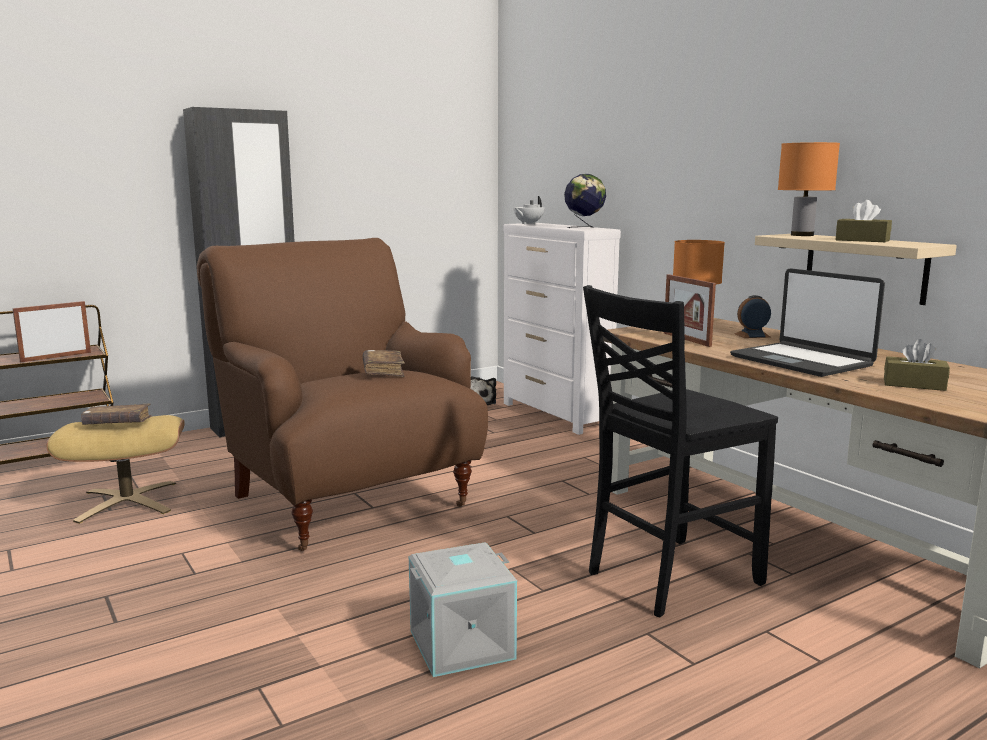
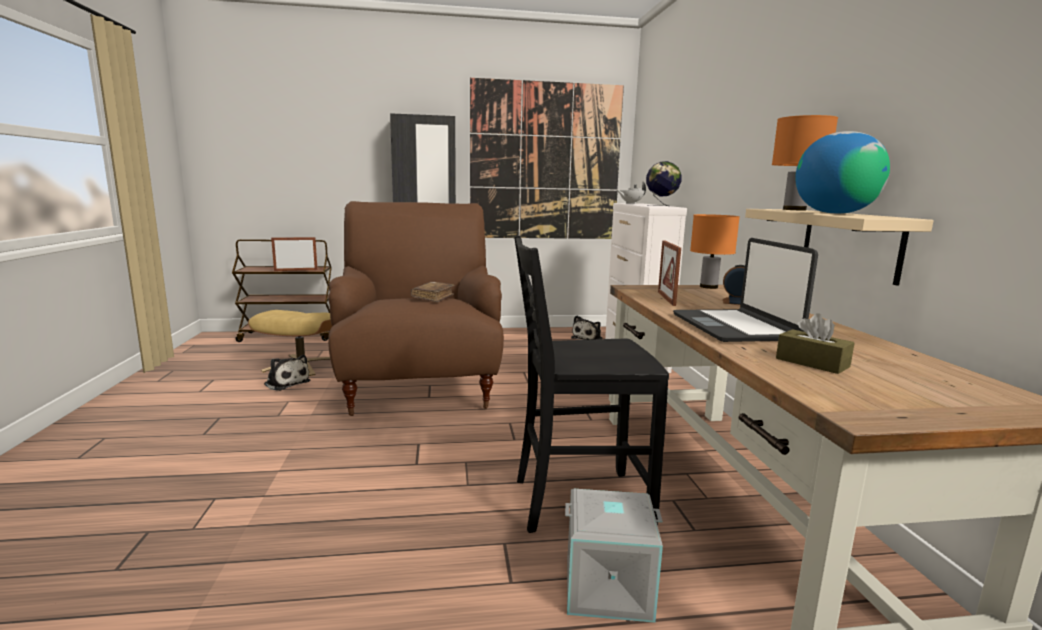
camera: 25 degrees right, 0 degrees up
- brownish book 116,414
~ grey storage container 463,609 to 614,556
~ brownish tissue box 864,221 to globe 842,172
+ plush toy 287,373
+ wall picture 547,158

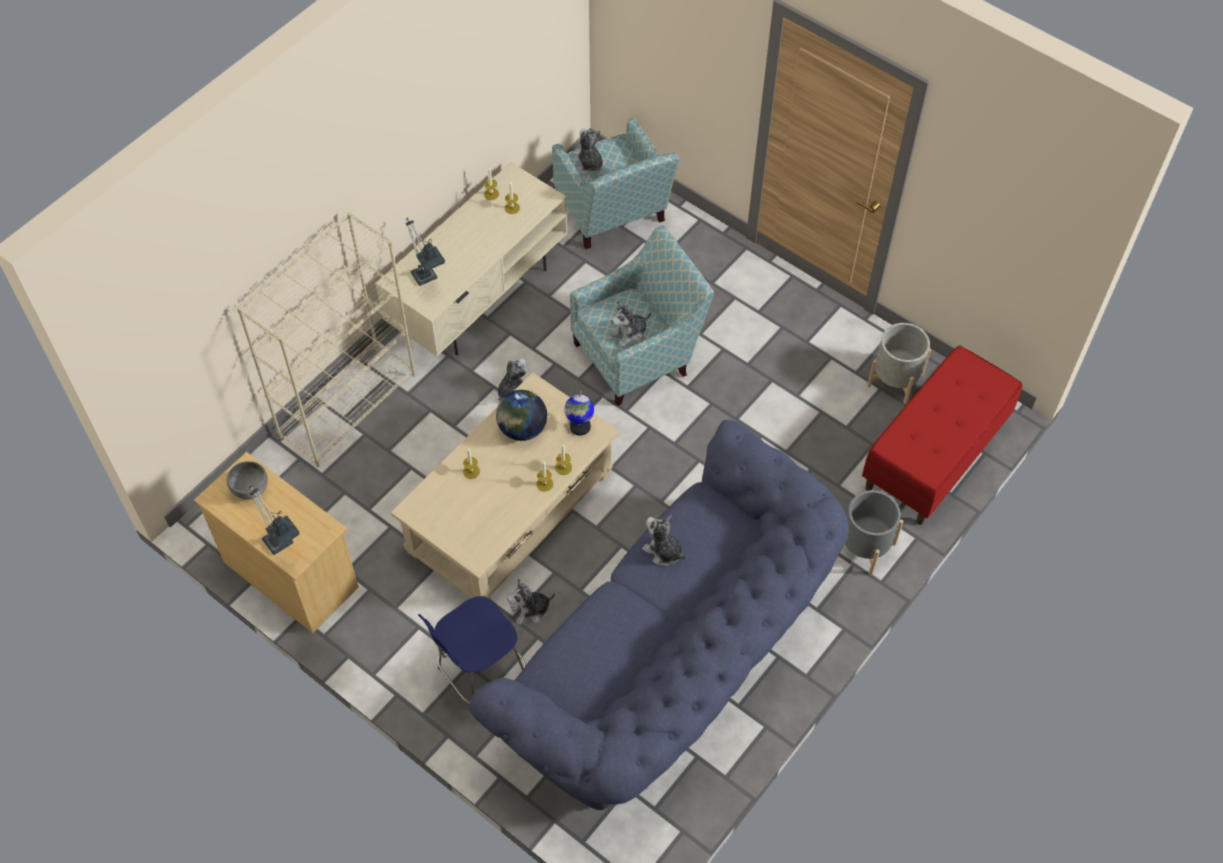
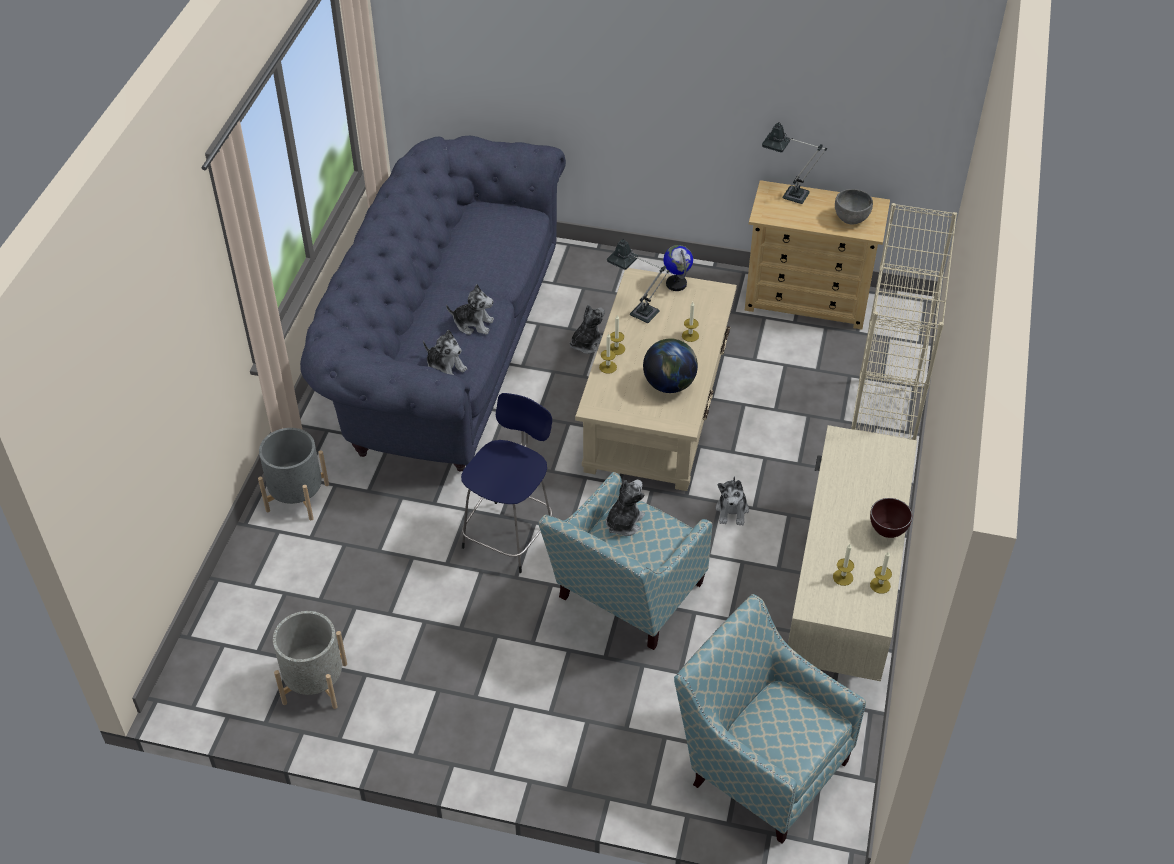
camera: 155 degrees right, 10 degrees down
~ tabletop lamp 425,252 to 638,281
~ blue-coloured stool 472,649 to 506,483
~ globe 579,412 to 678,268
~ plush toy 589,152 to 445,352
- red indoor bench 942,435
+ brownish deep dish 891,518

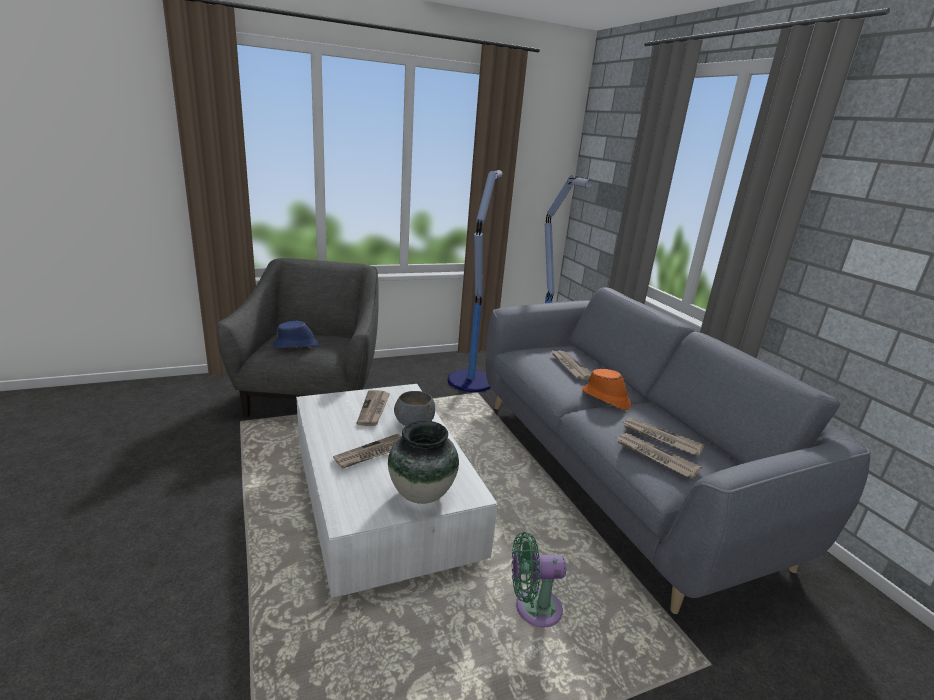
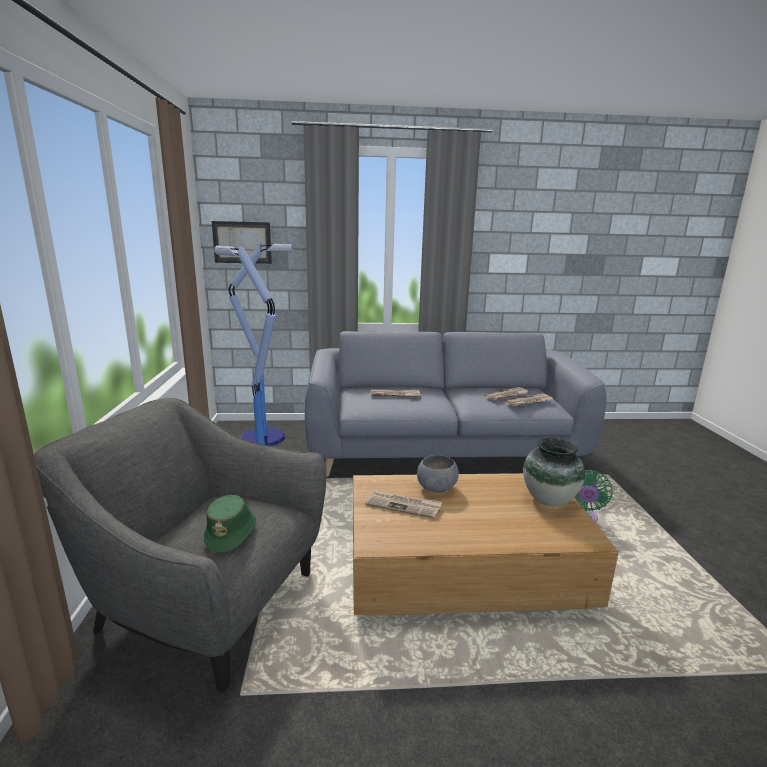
camera: 70 degrees left, 5 degrees down
~ blue-coloured clothing hat 296,334 to green-coloured clothing hat 230,524
~ white coffee table 397,491 to brownish coffee table 486,544
- newspaper 367,451
- orange-coloured clothing hat 606,389
+ wall picture 242,242

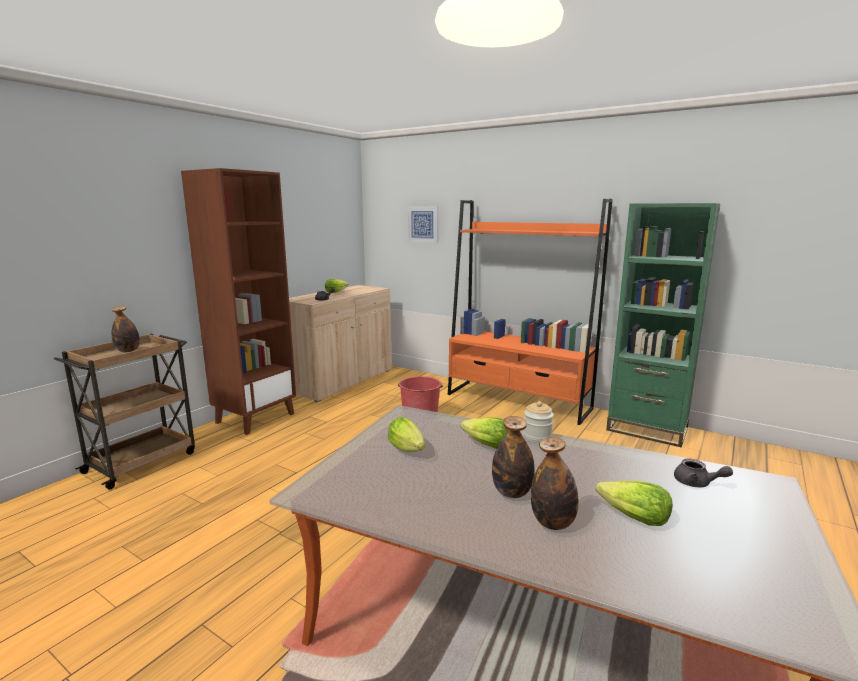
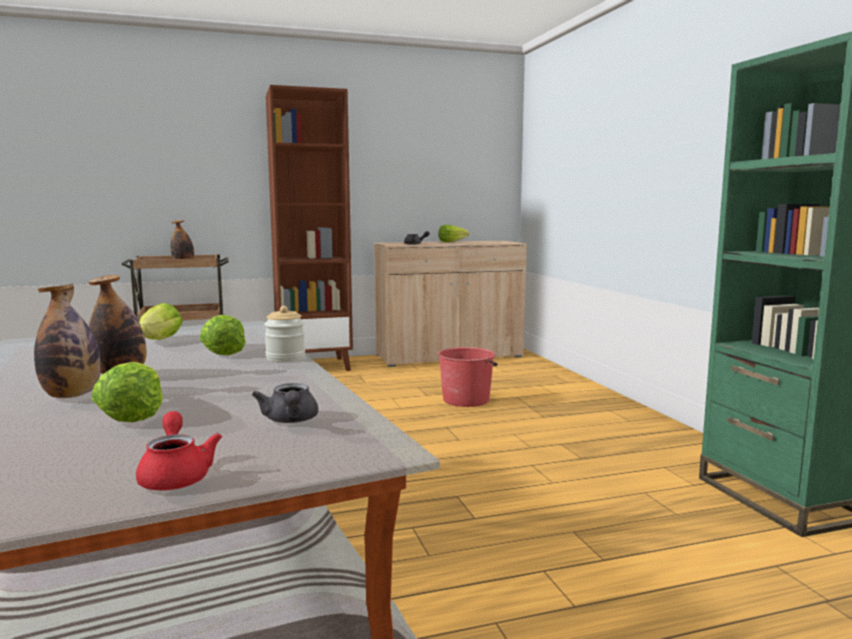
camera: 40 degrees right, 5 degrees down
- wall picture 423,224
- orange-coloured bookshelf 530,312
+ red teapot 179,450

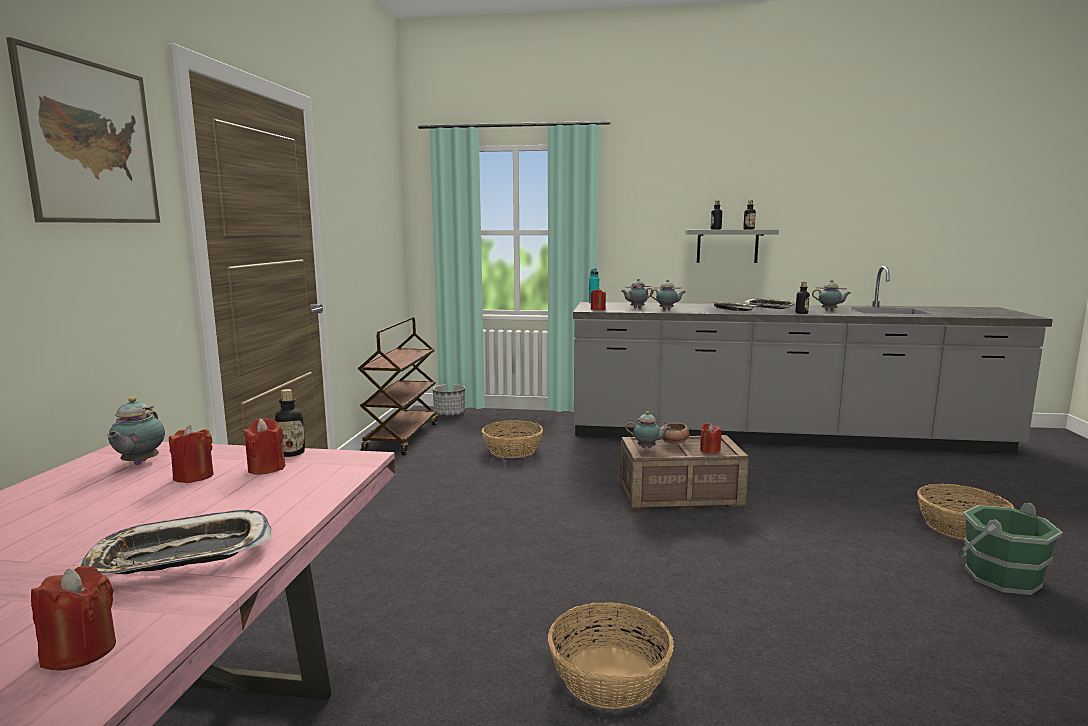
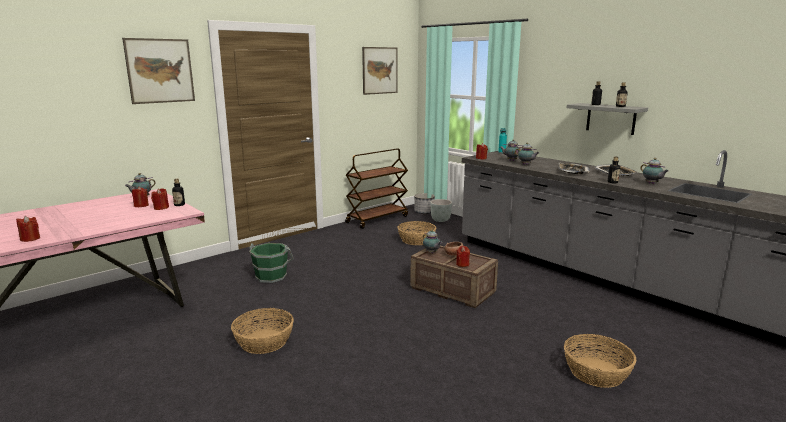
camera: 40 degrees right, 5 degrees up
- carrying tray 176,542
~ green-coloured bucket 1010,548 to 271,263
+ wall picture 380,71
+ grey plant pot 441,210

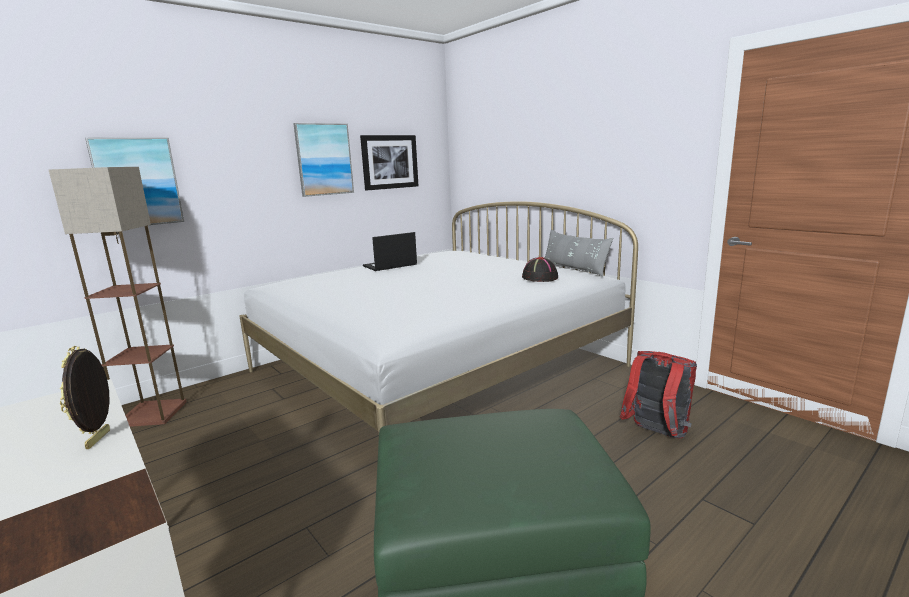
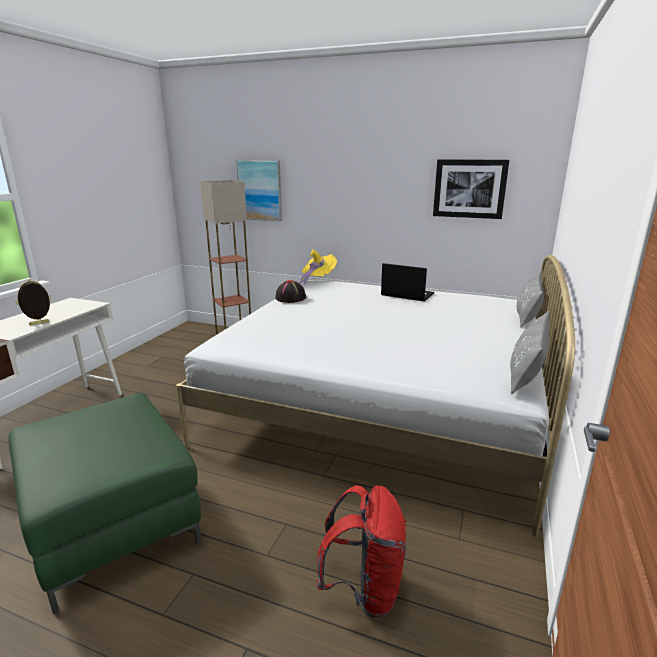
camera: 60 degrees right, 5 degrees up
- wall picture 323,160
~ blackish clothing hat 540,269 to 290,291
+ yellow clothing hat 318,267
+ grey pillow 530,299

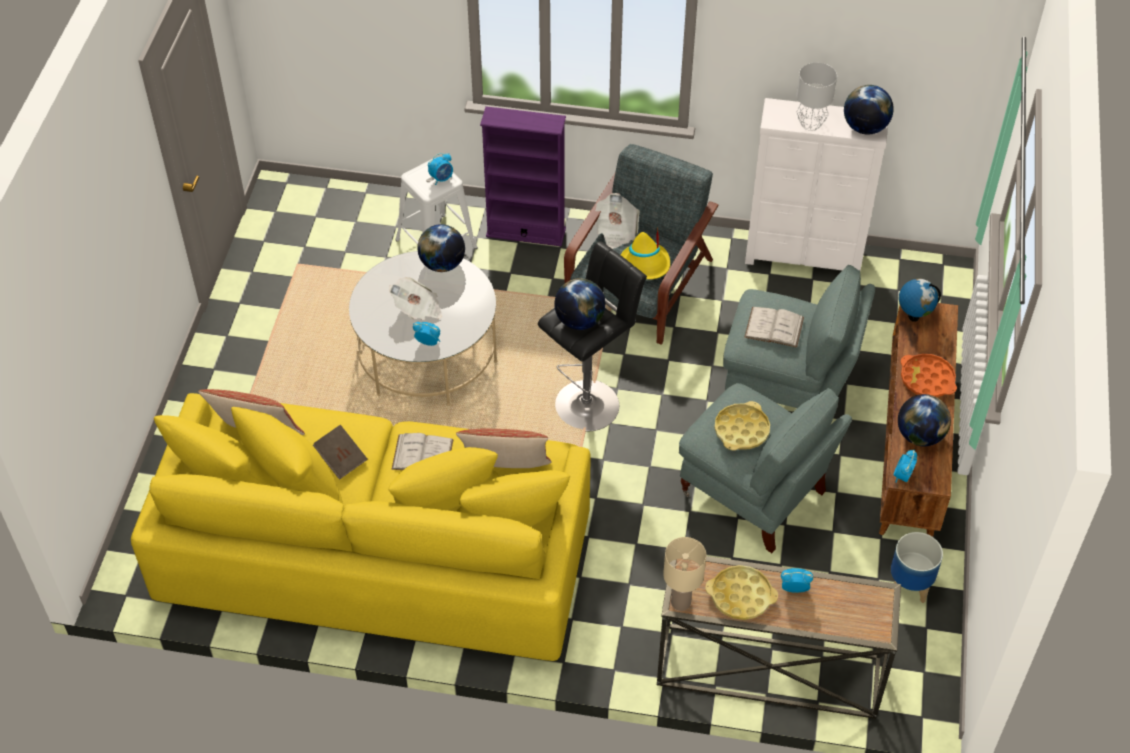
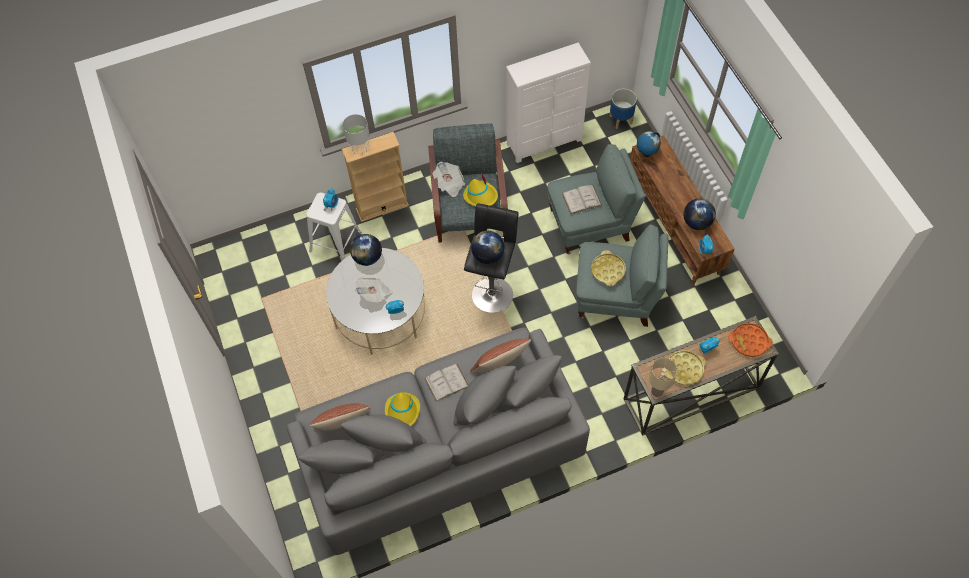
camera: 30 degrees left, 10 degrees up
~ yellow sofa 361,527 to grey sofa 438,441
~ brownish book 340,452 to yellow clothing hat 402,409
~ purple bookshelf 523,176 to beige-coloured bookshelf 375,177
~ grey tabletop lamp 817,96 to 356,135
- globe 869,109
~ plant pot 917,567 to 623,109
~ orange-coloured carrying tray 928,375 to 750,340

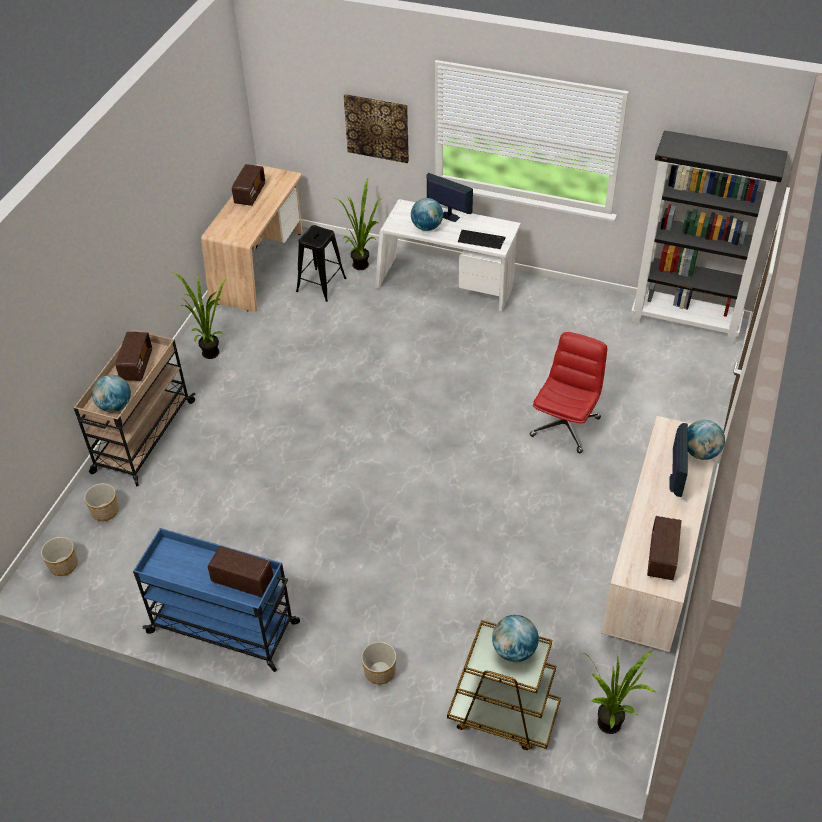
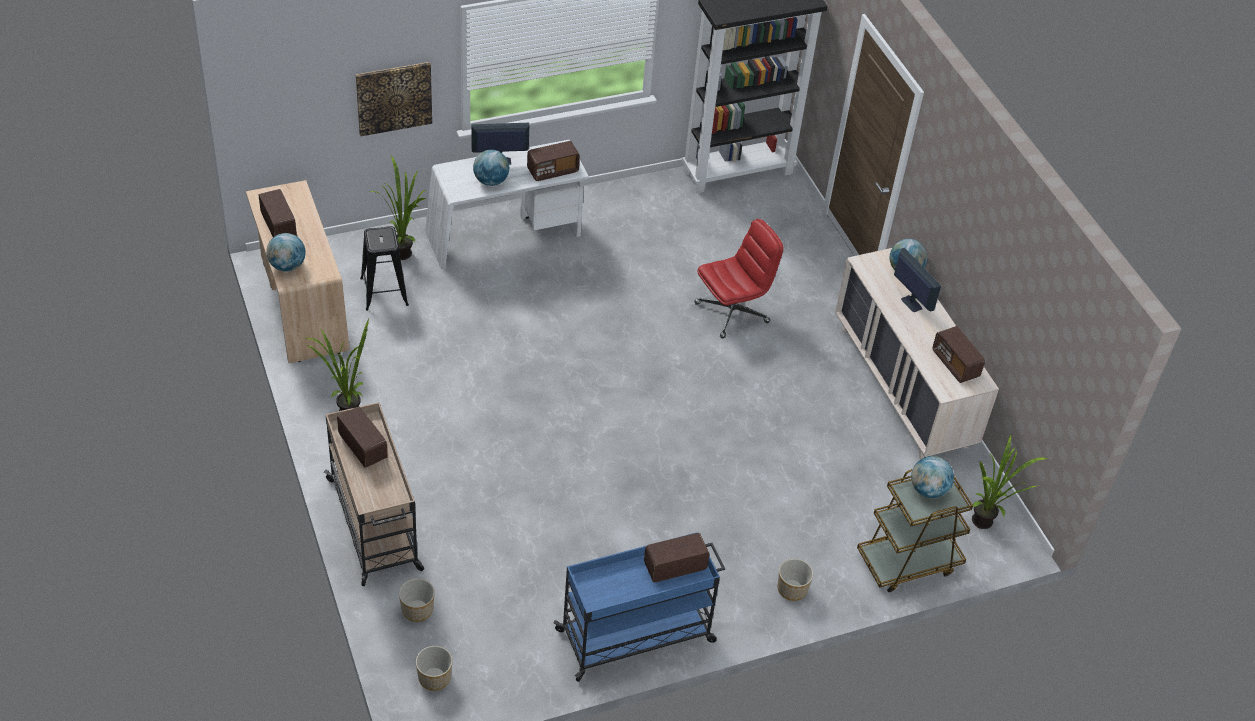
camera: 45 degrees left, 0 degrees up
~ globe 111,393 to 286,252
~ computer keyboard 482,239 to radio set 553,161
~ red computer chair 568,392 = 739,278 75 degrees clockwise

